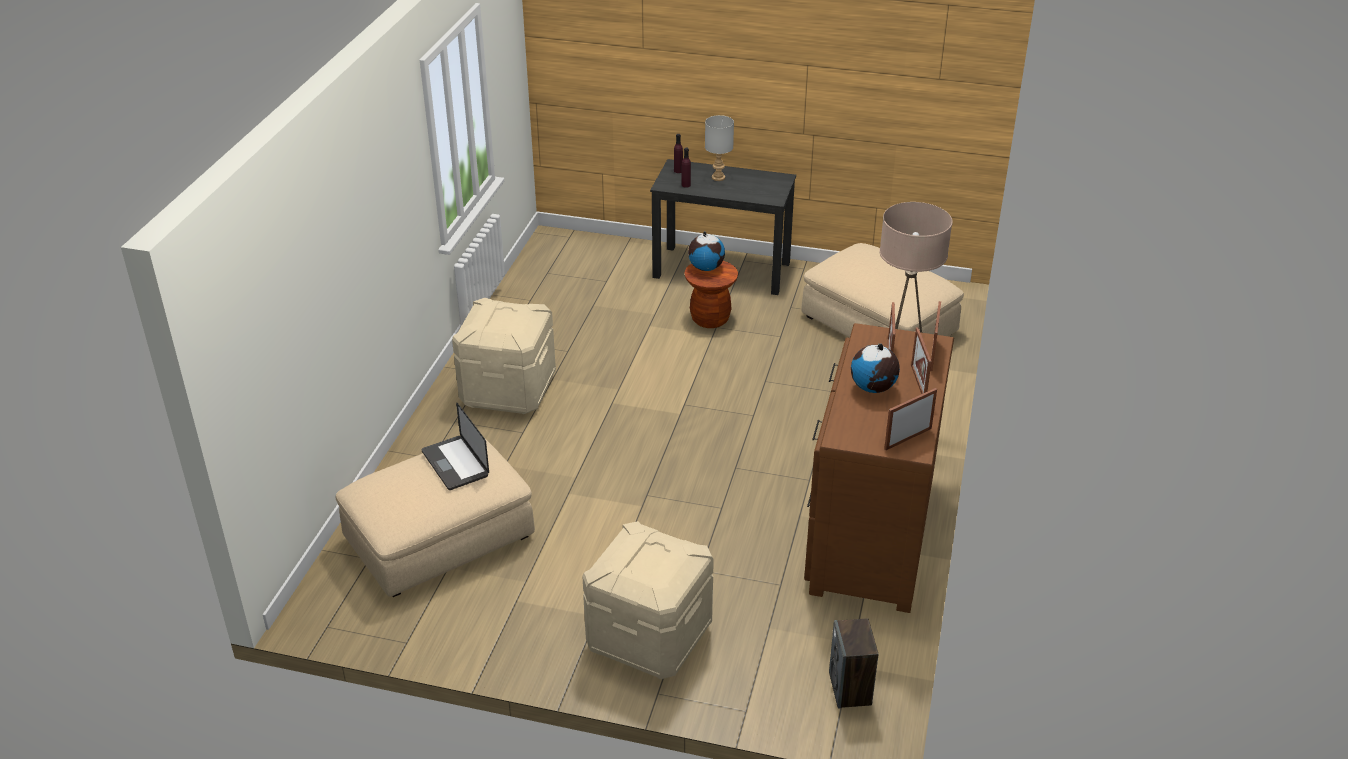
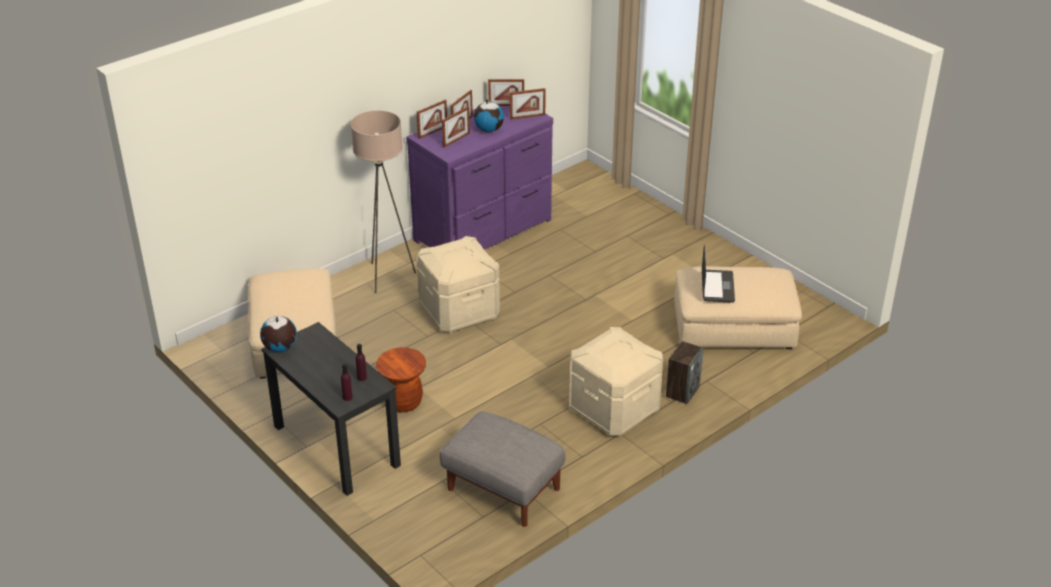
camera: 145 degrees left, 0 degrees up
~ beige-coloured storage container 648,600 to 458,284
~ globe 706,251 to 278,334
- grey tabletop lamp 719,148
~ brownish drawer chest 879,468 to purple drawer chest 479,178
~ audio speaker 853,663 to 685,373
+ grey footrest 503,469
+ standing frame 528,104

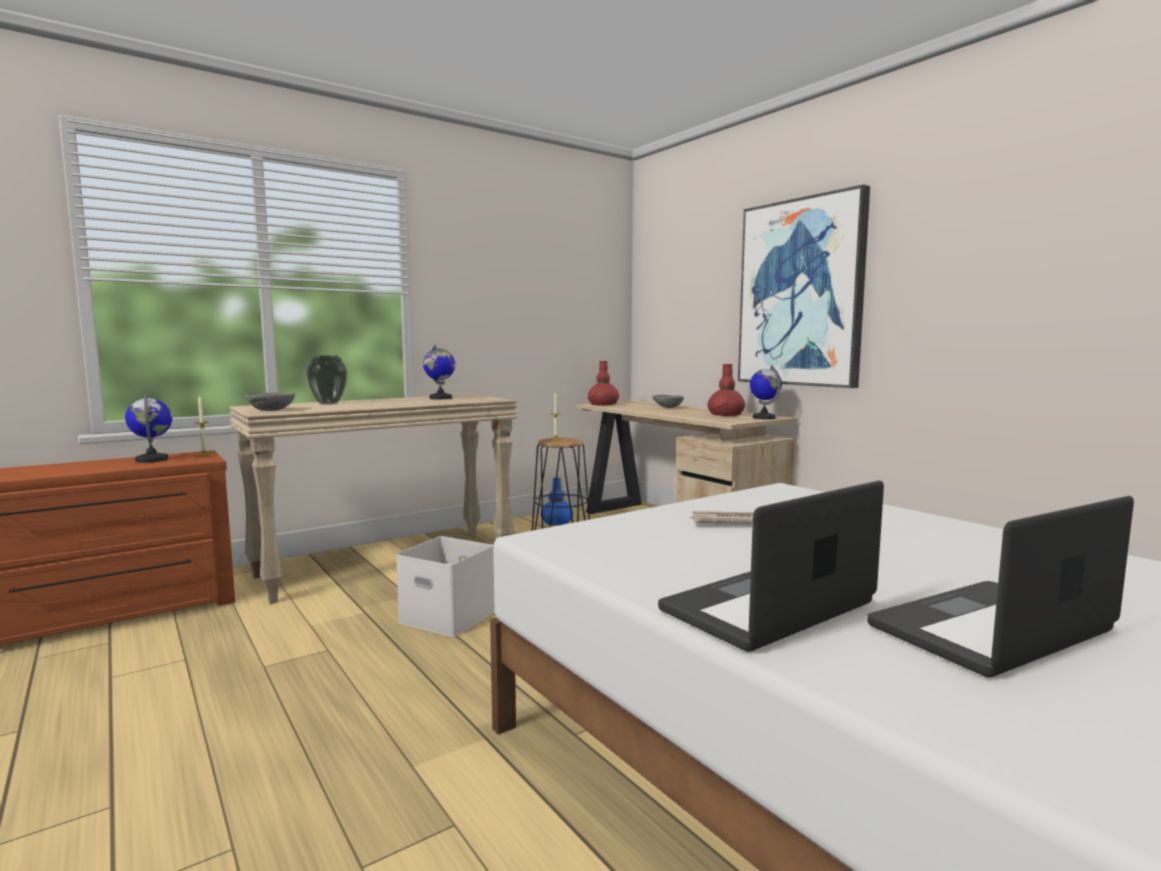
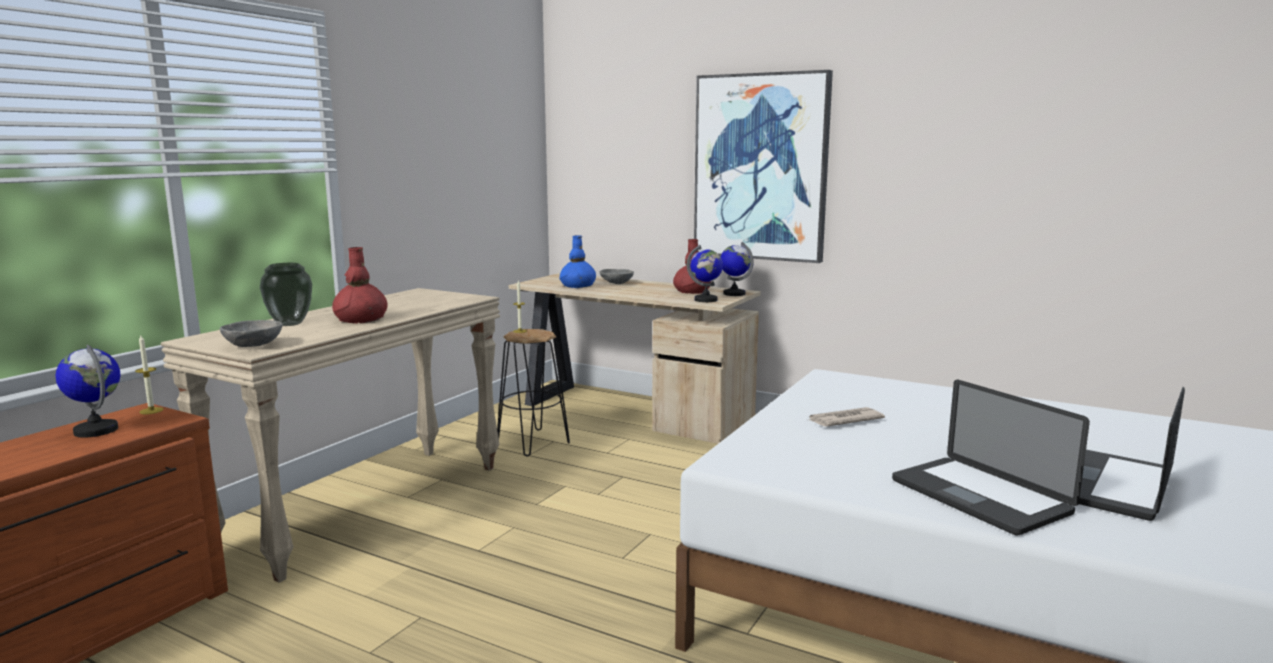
camera: 25 degrees left, 5 degrees up
- white storage container 445,586
~ globe 439,371 to 705,273
~ blue-coloured flower vase 556,502 to 577,261
~ red flower vase 603,383 to 359,285
~ laptop 771,566 = 991,457 60 degrees counterclockwise

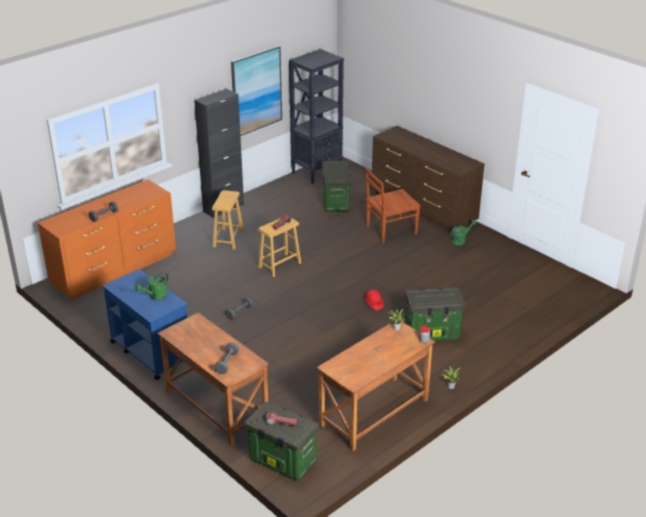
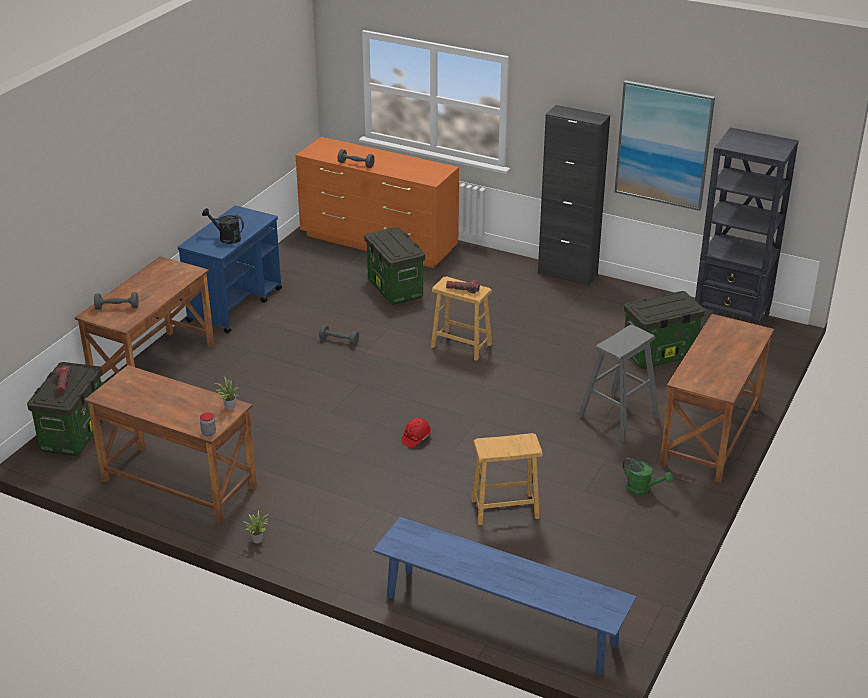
camera: 70 degrees right, 0 degrees up
~ green-coloured watering can 151,286 to blackish watering can 223,226
~ brownish stool 228,219 to 507,479
~ brownish plain chair 393,205 to grey stool 618,383
~ brownish drawer chest 427,179 to brownish desk 716,398
~ storage container 435,314 to 394,266
+ blue-coloured indoor bench 505,596

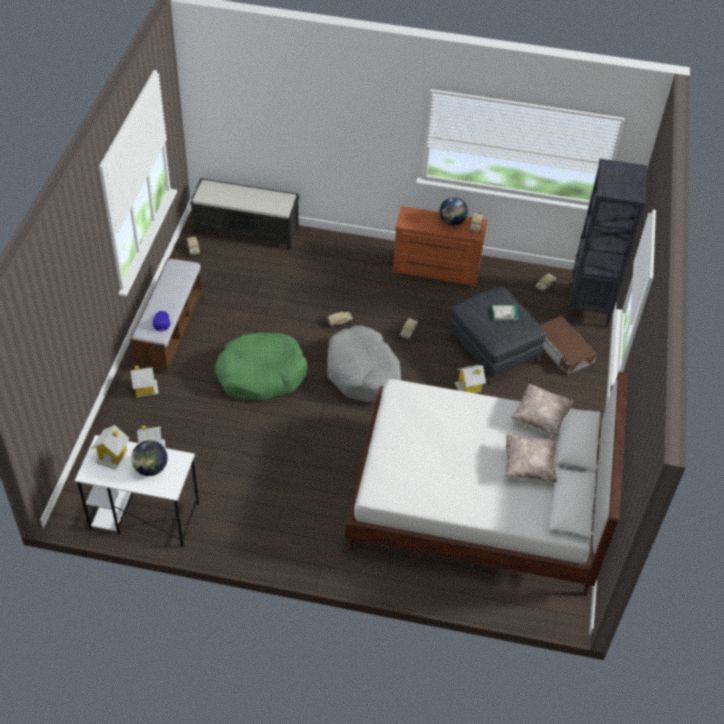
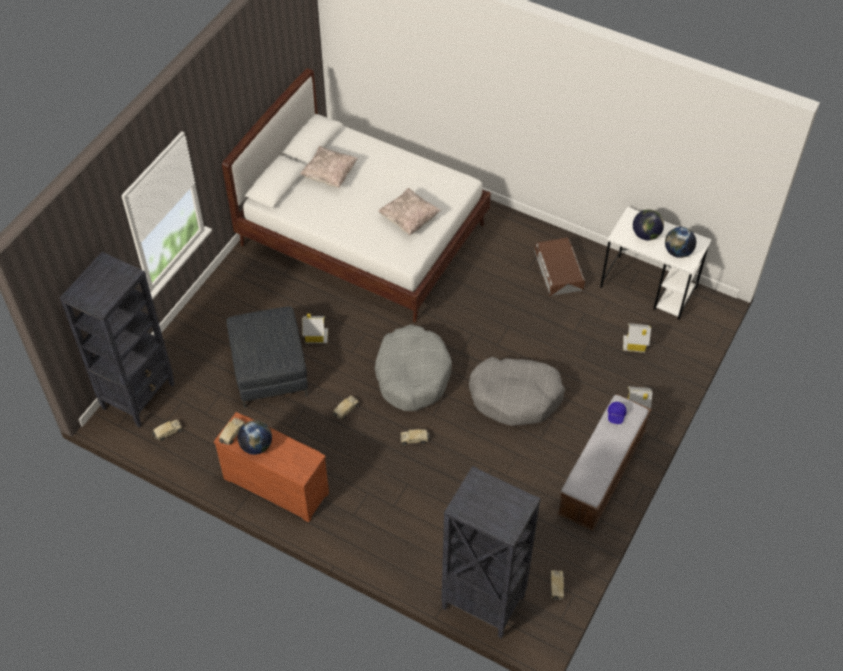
camera: 160 degrees left, 5 degrees up
~ model house 111,447 to globe 680,242
~ blackish indoor bench 245,214 to blackish bookshelf 491,552
~ green-coloured dog cushion 261,366 to grey dog cushion 517,391
- book 505,312
~ beige-coloured pillow 542,410 to 409,212
~ brownish storage container 568,345 to 559,266

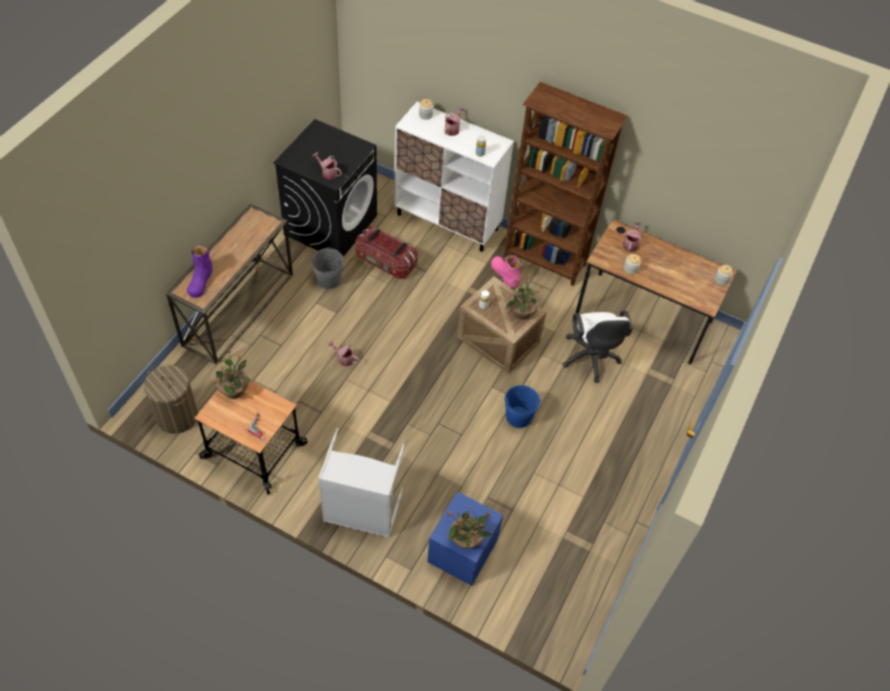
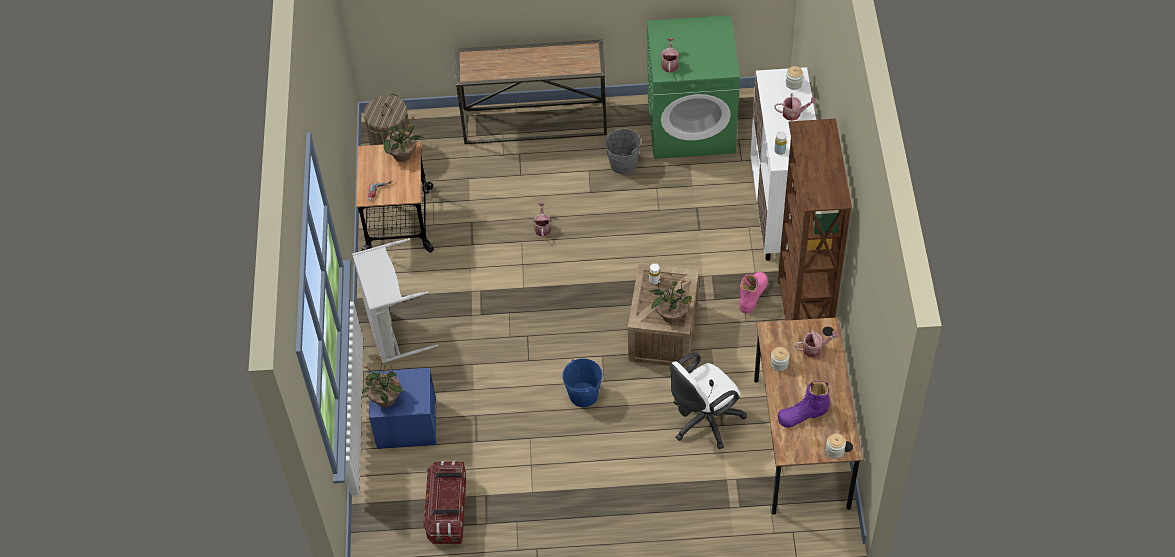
camera: 65 degrees right, 0 degrees up
~ purple boot 200,271 to 804,404
~ blackish laundry appliance 325,188 to green-coloured laundry appliance 693,87
~ storage container 387,252 to 444,502

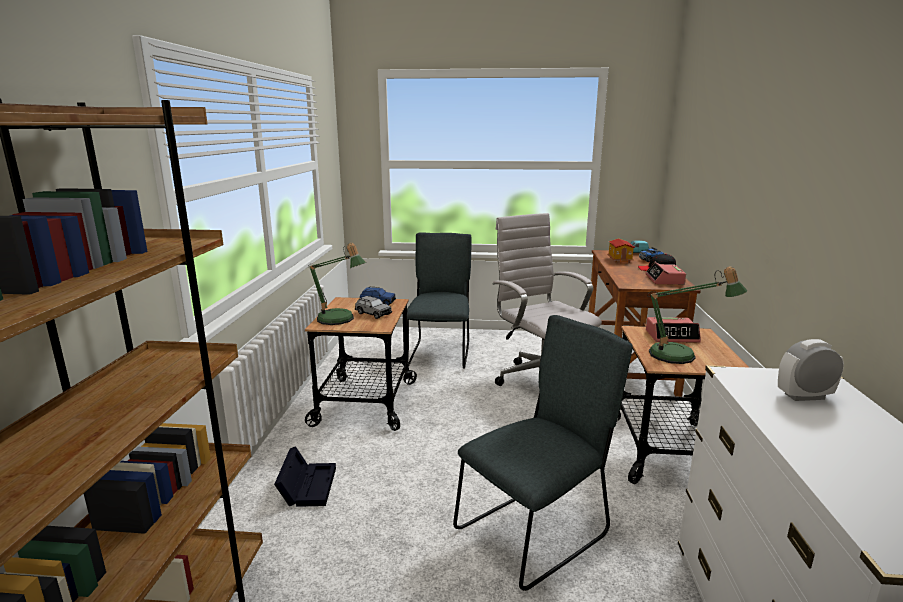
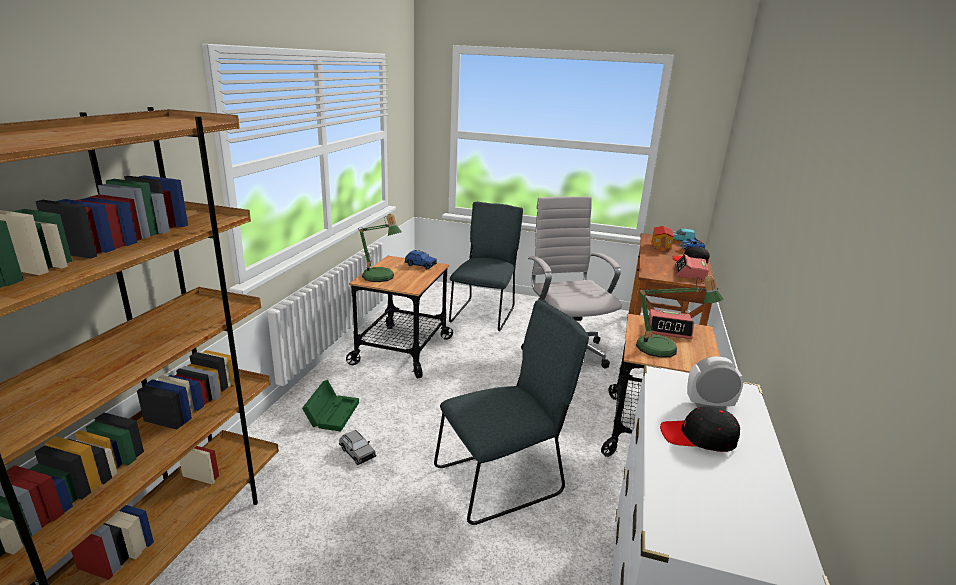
camera: 10 degrees right, 5 degrees up
~ blackish storage container 305,476 to green-coloured storage container 330,405
~ grey toy car 373,307 to 357,447
+ blackish cap 700,429

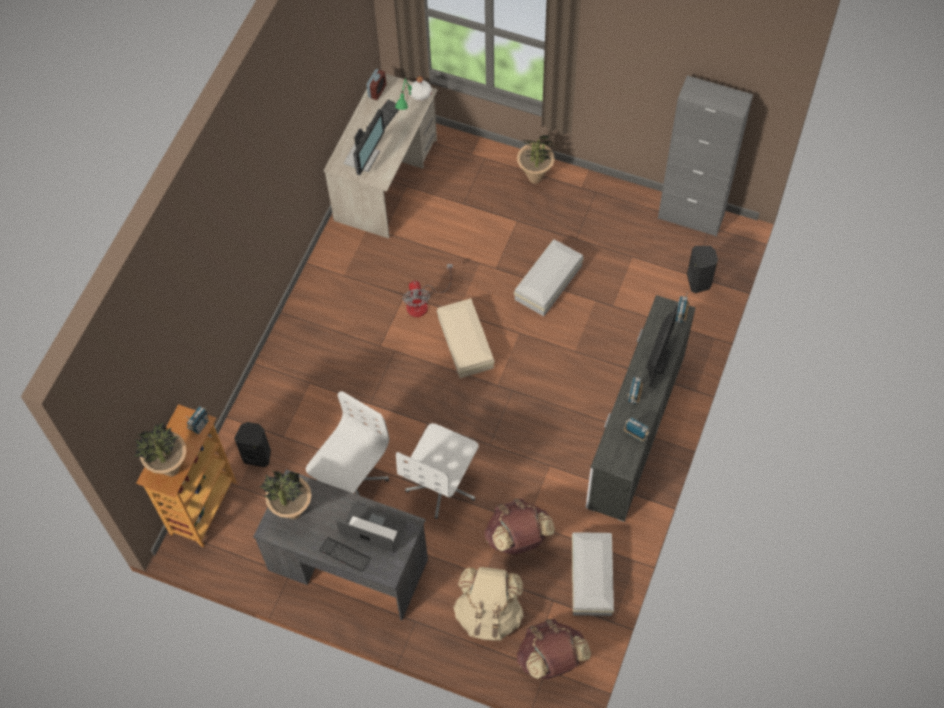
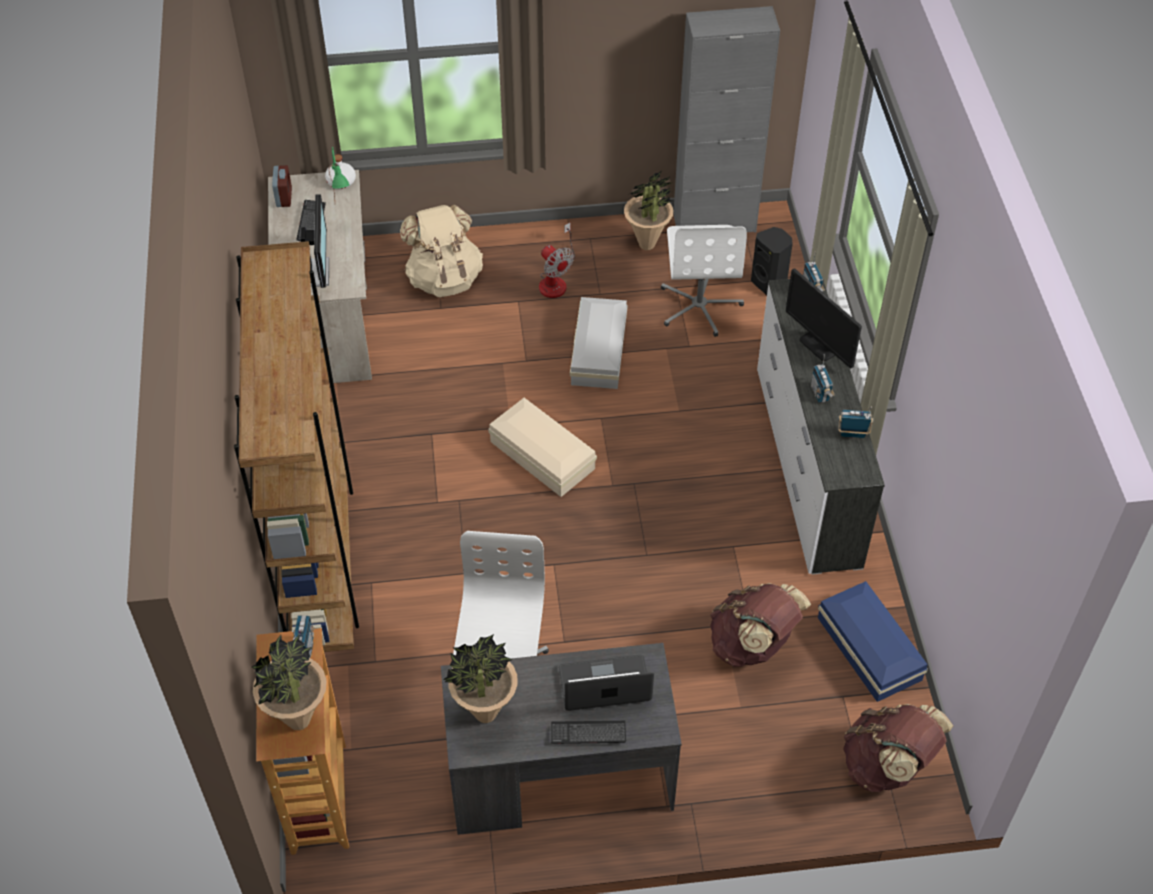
camera: 30 degrees left, 10 degrees down
- blackish audio speaker 252,444
~ white computer chair 437,471 to 704,281
~ fan 428,290 to 557,260
~ beige-coloured knapsack 489,604 to 441,251
~ potted plant 537,159 to 648,210
~ white storage container 593,574 to blue-coloured storage container 873,641
~ computer screen 662,346 = 824,318 150 degrees clockwise
+ brownish bookshelf 296,446

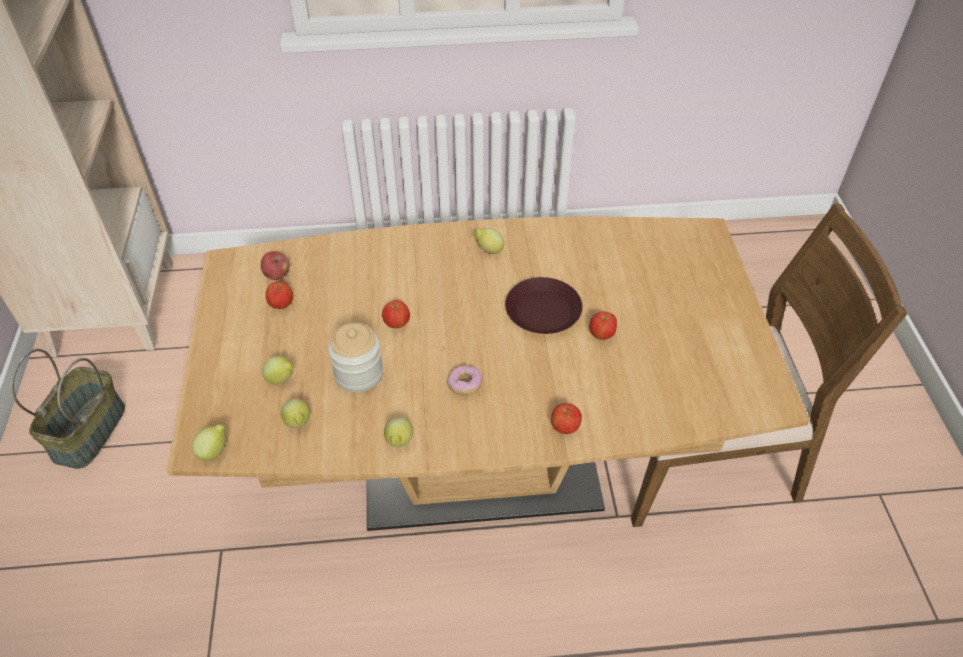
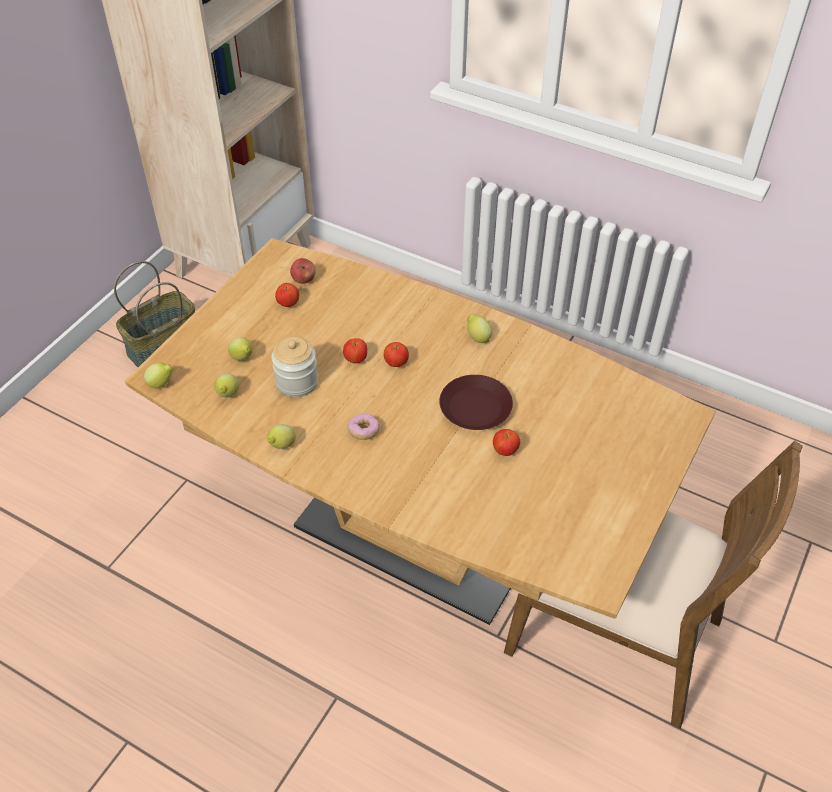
camera: 35 degrees right, 0 degrees up
~ apple fruit 566,418 to 396,354

